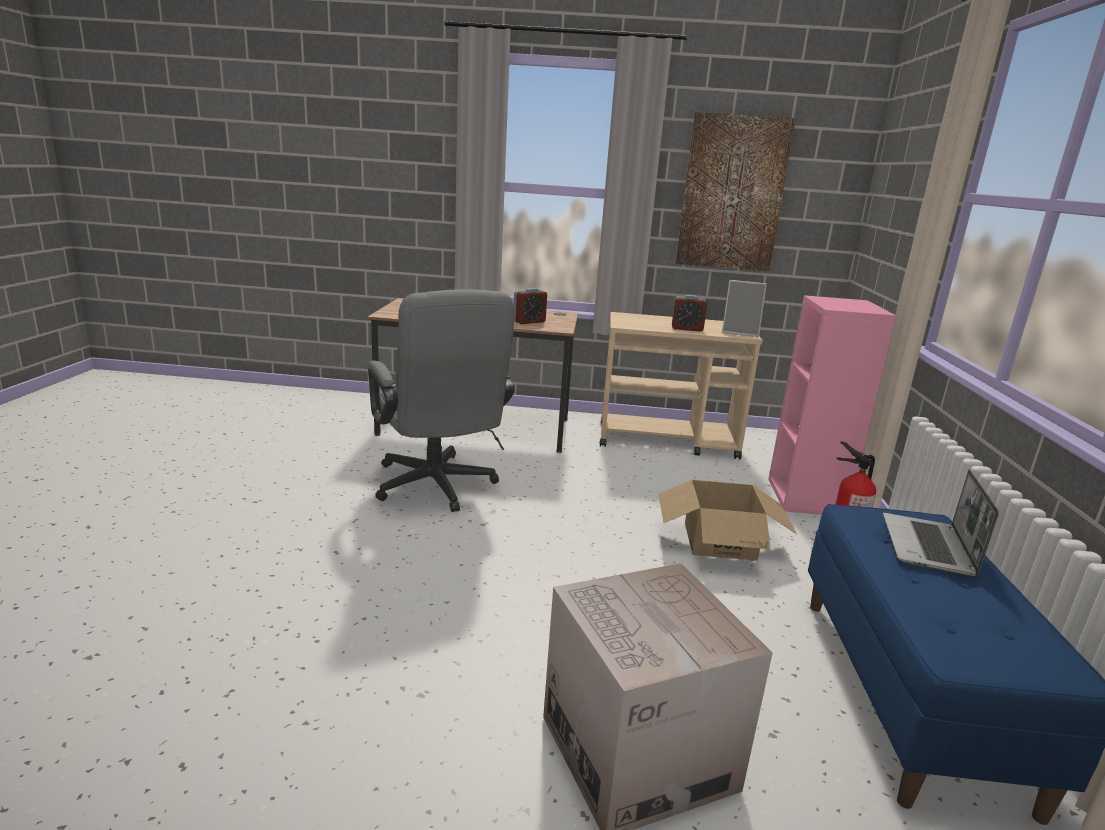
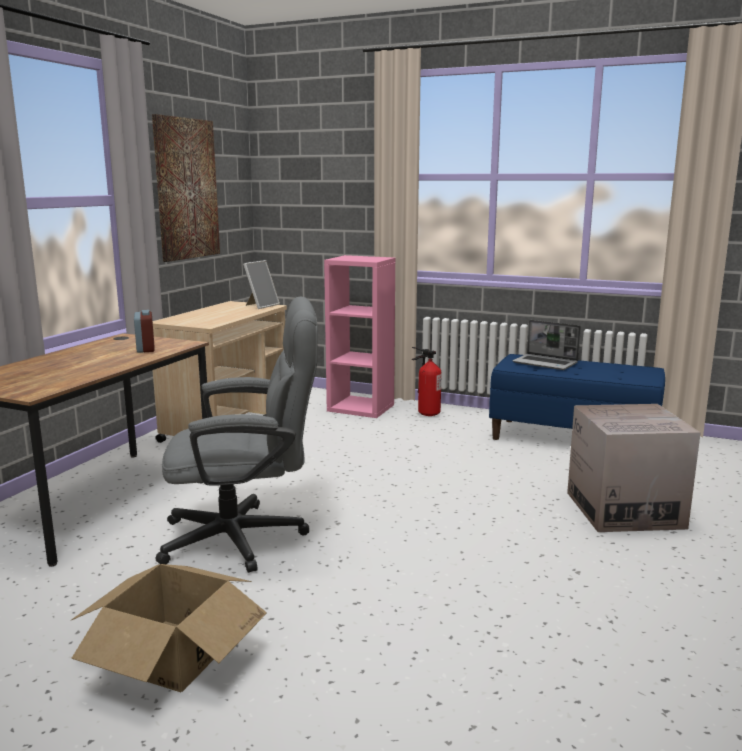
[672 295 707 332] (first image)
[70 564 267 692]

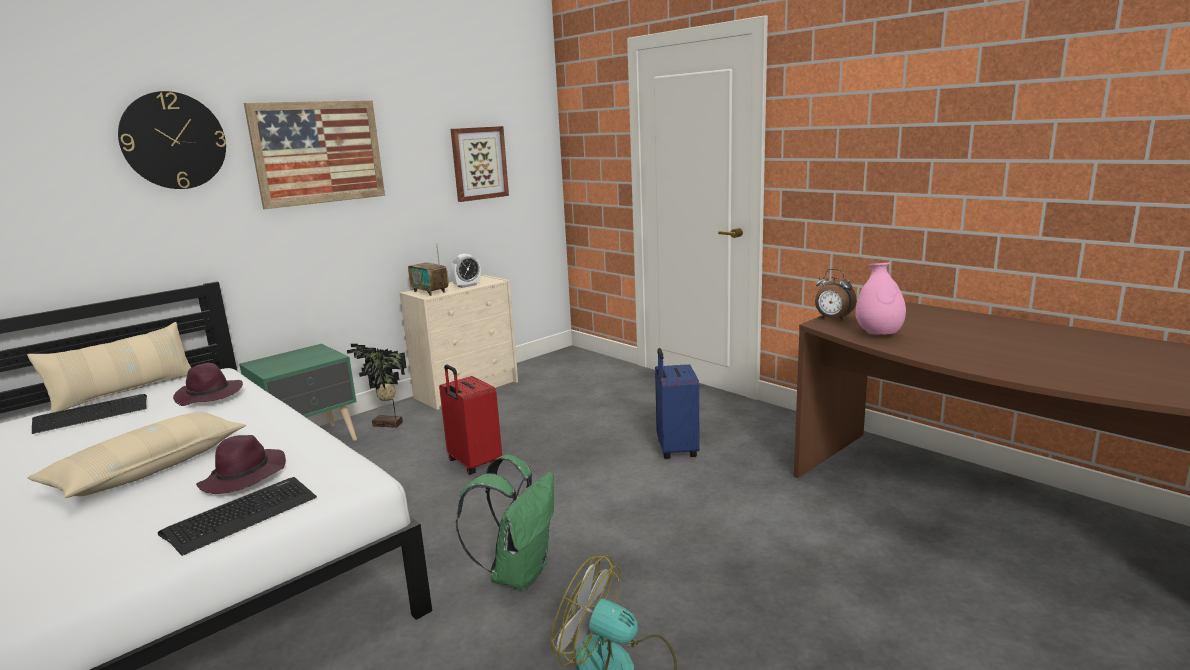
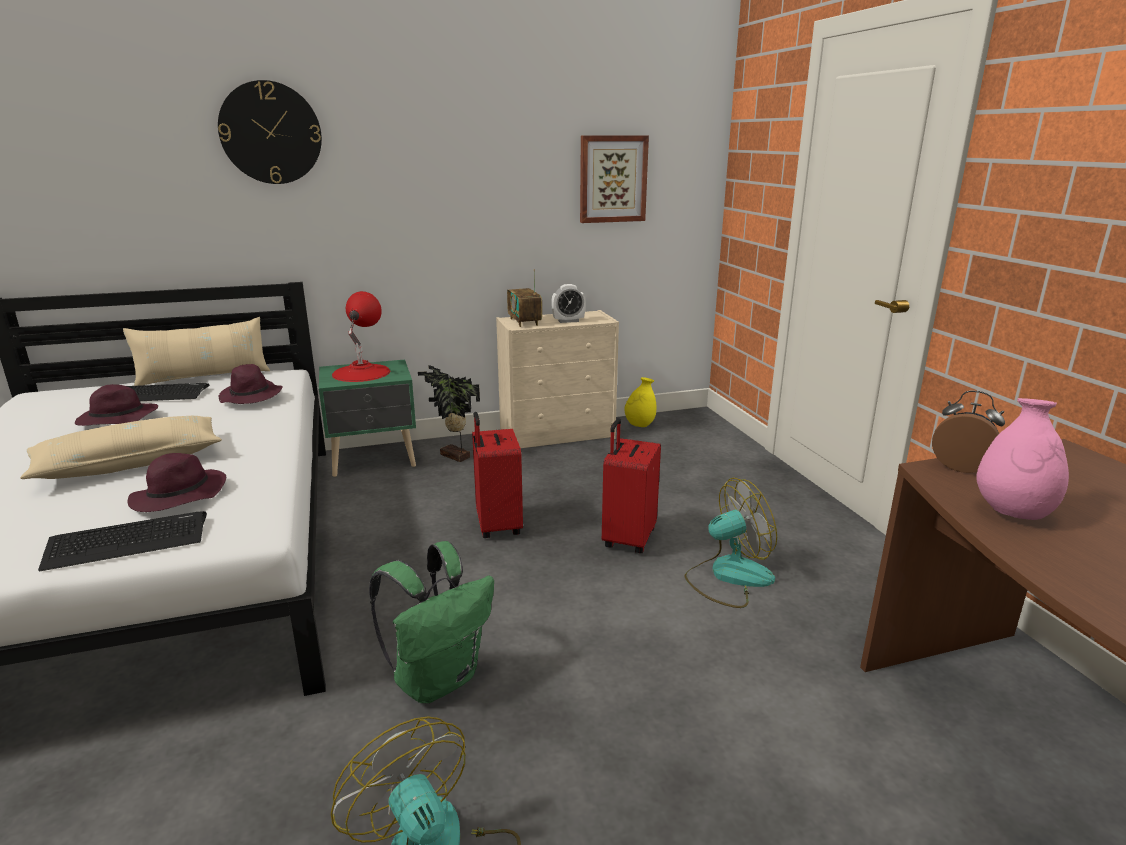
[244 100 385 209] (first image)
[75 384 158 426]
[332 291 390 382]
[602 418 661 553]
[624 377 656 427]
[684 478 777 608]
[932 390 1005 473]

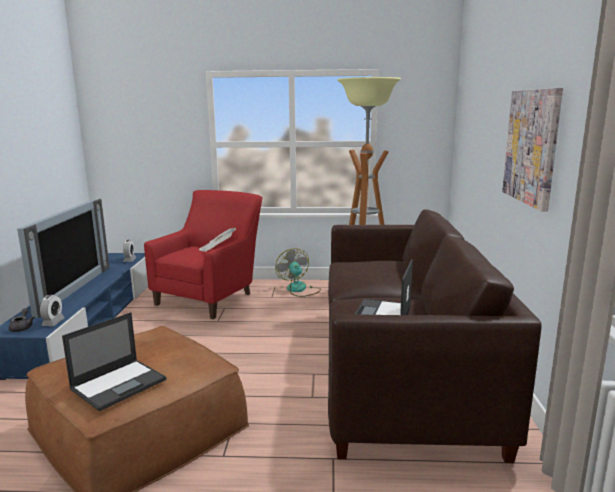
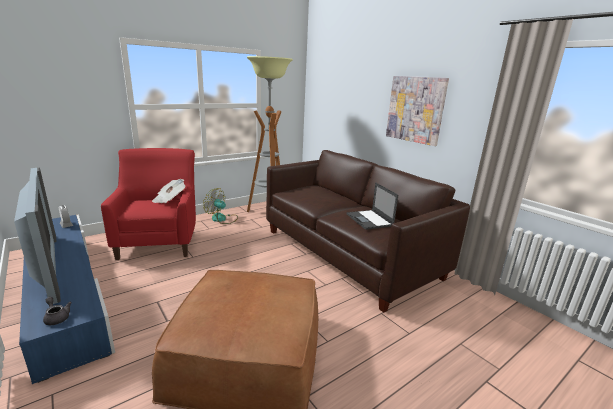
[40 294 65 326] (first image)
[62 312 166 411] (first image)

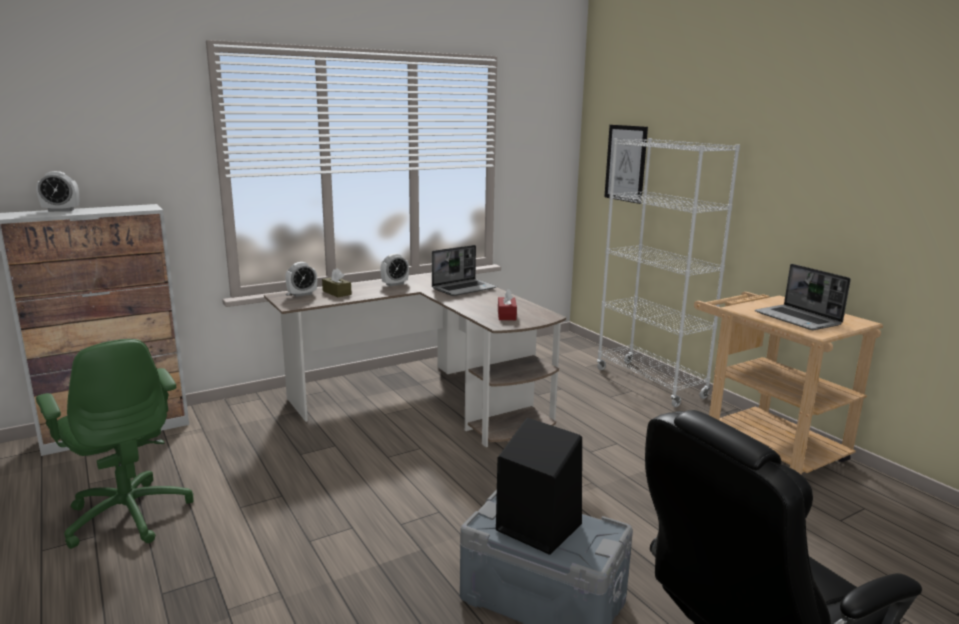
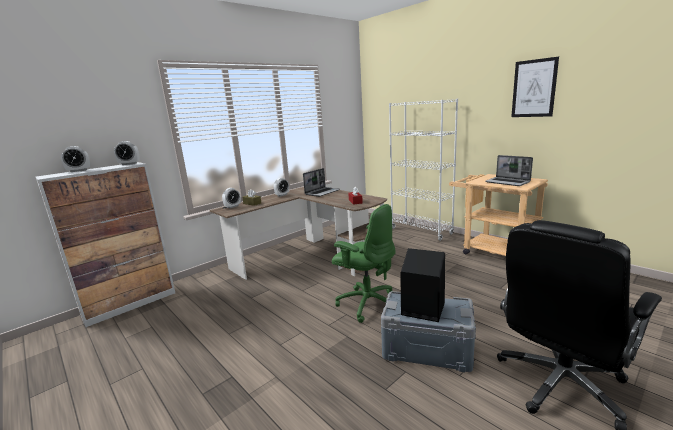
[114 141 140 165]
[332 204 396 323]
[511 57 559 117]

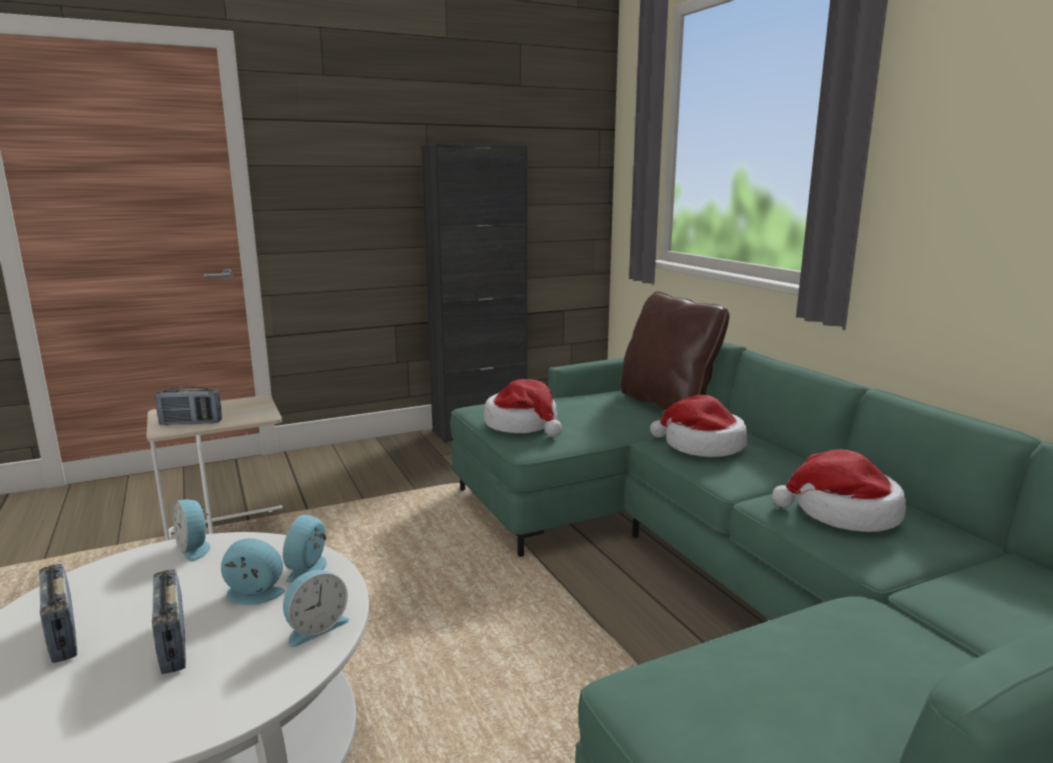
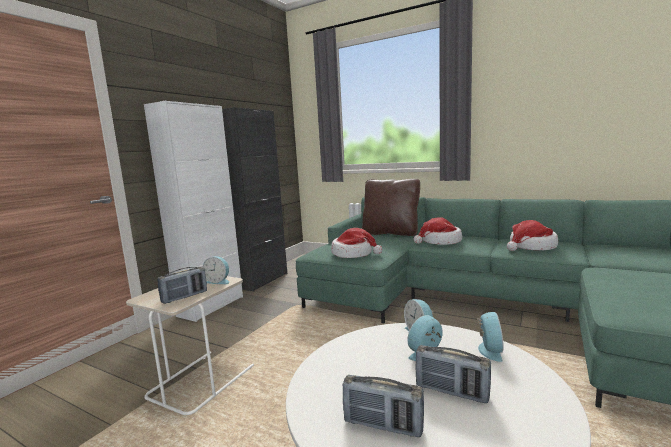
[144 101 243 322]
[203 256 229 284]

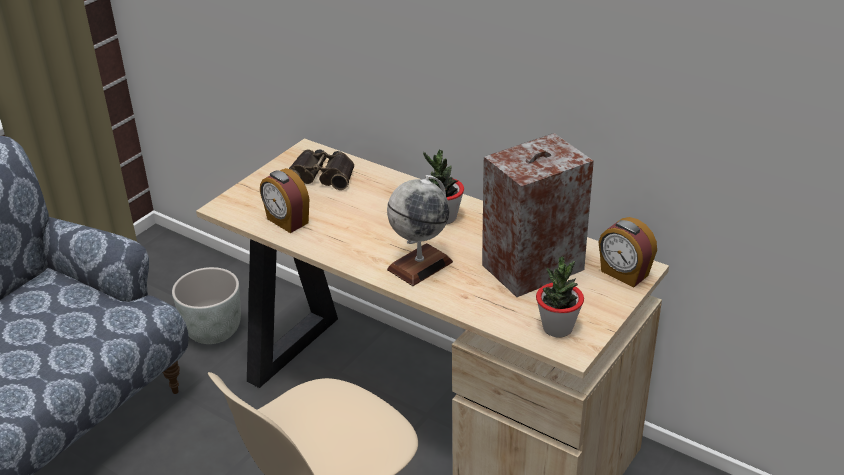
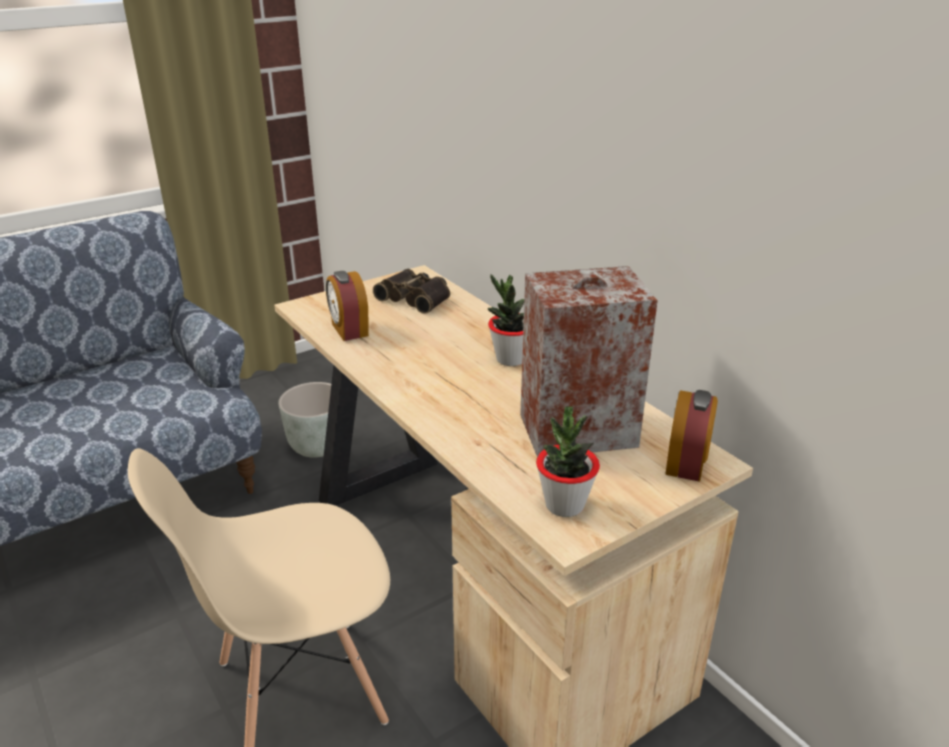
[387 175 453 286] (first image)
[665 390 718 482]

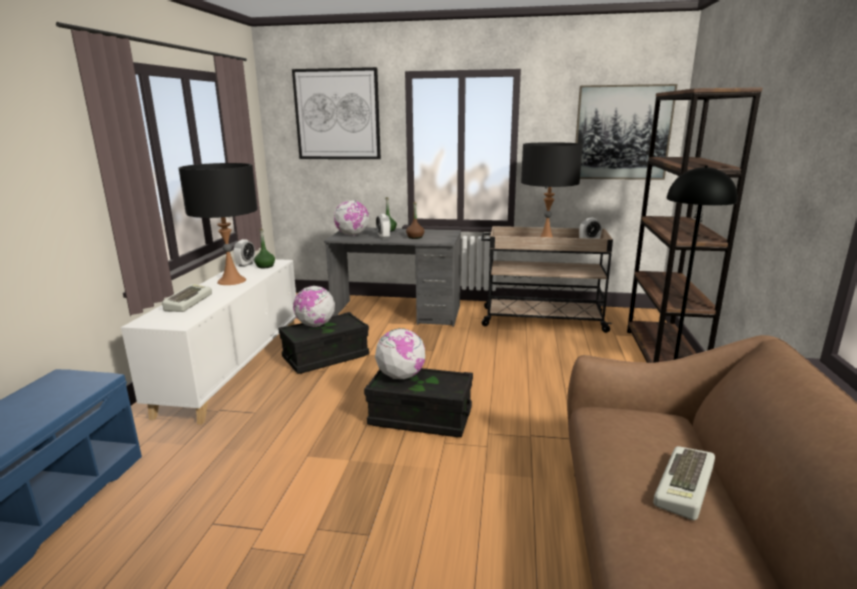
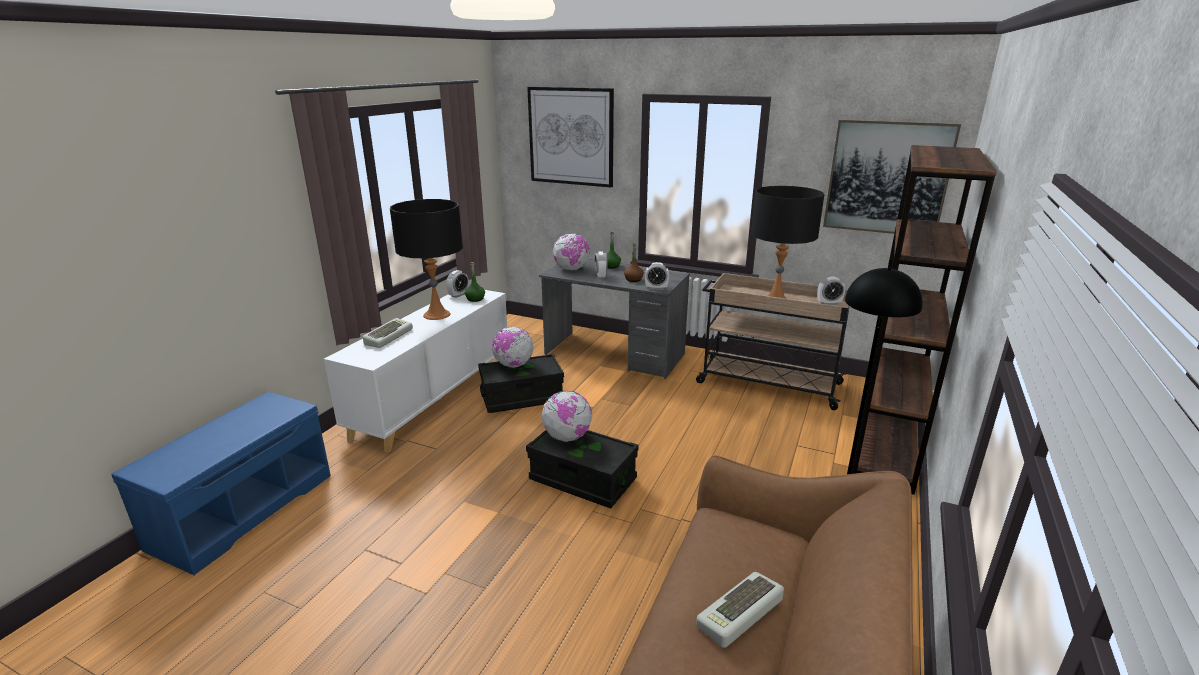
[645 262 669 290]

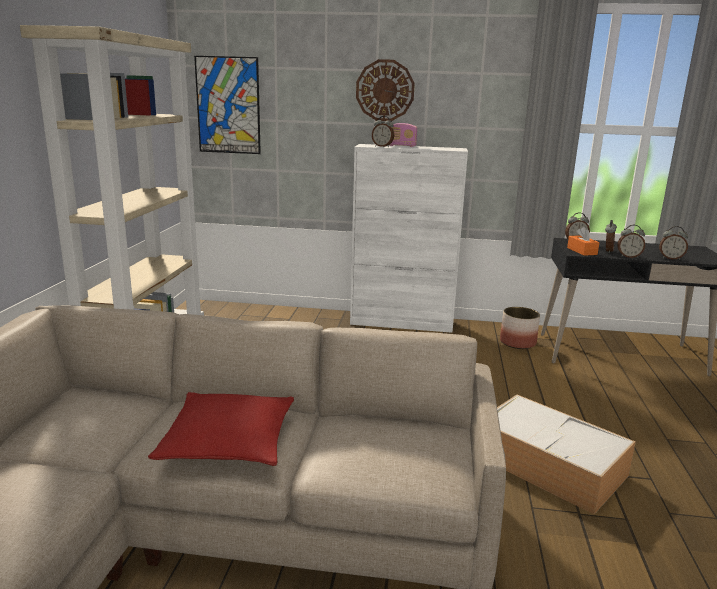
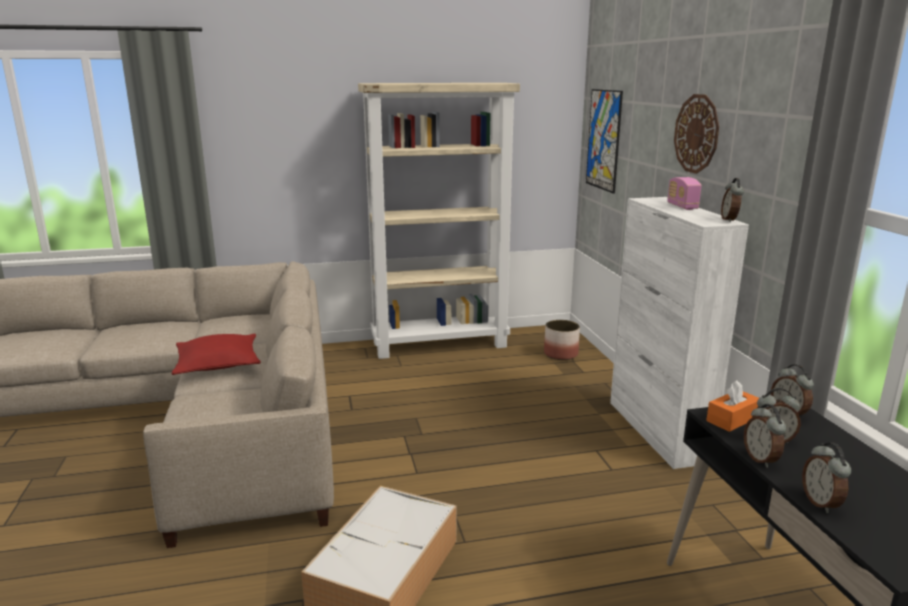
[721 178 744 222]
[544 320 580 360]

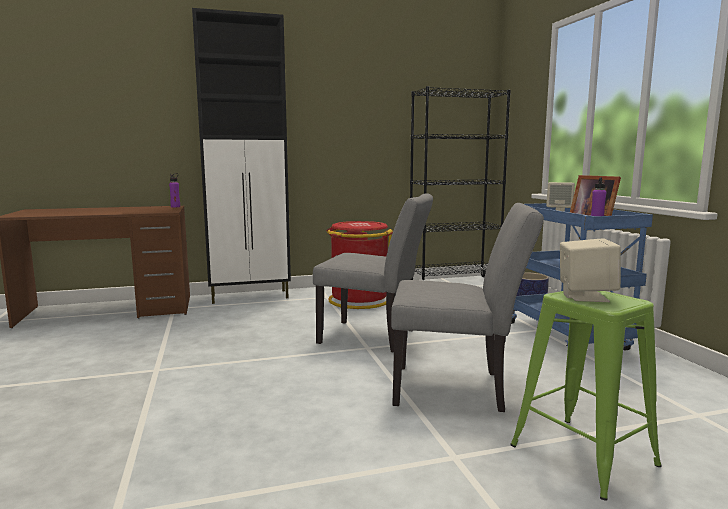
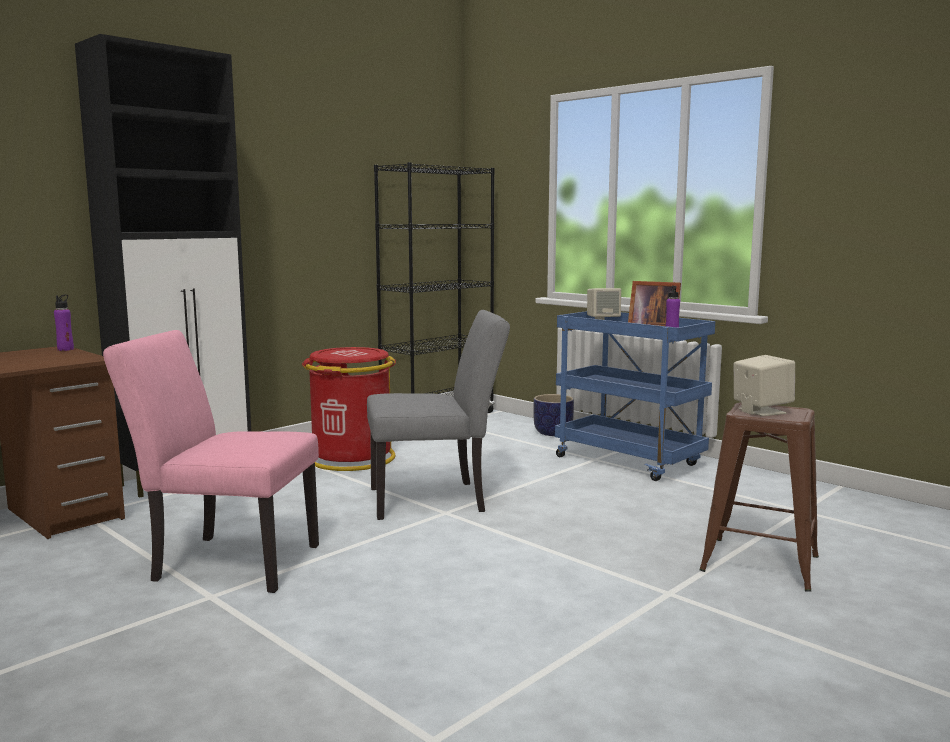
[391 203 544 412] (first image)
[103 330 319 593]
[699 402 819 592]

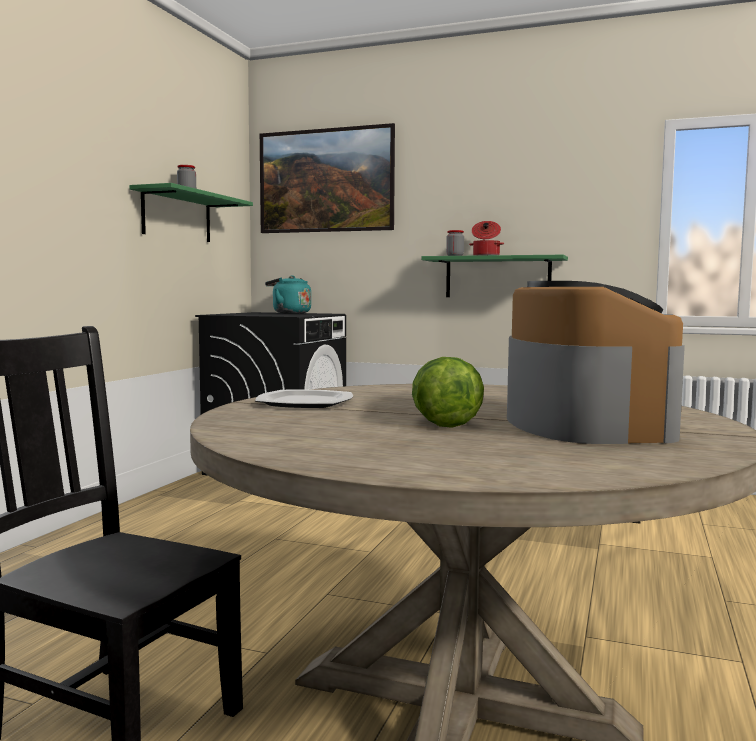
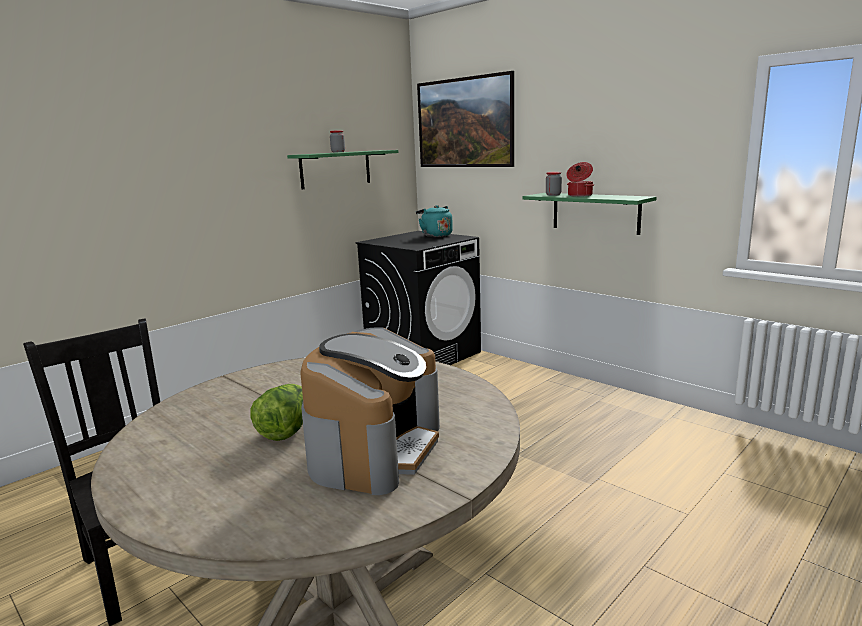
[255 390 353 408] (first image)

